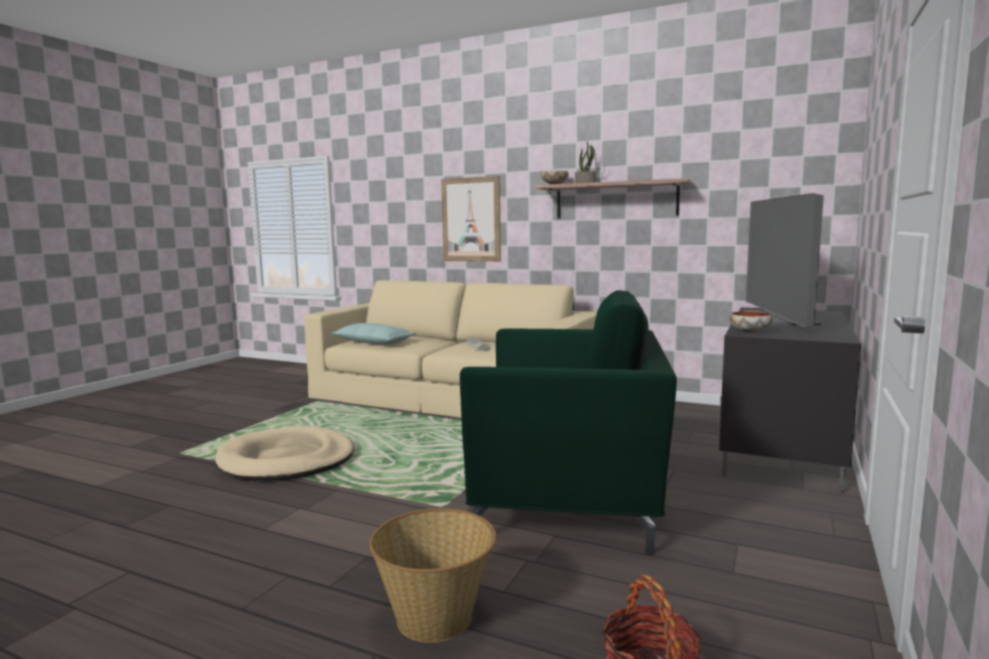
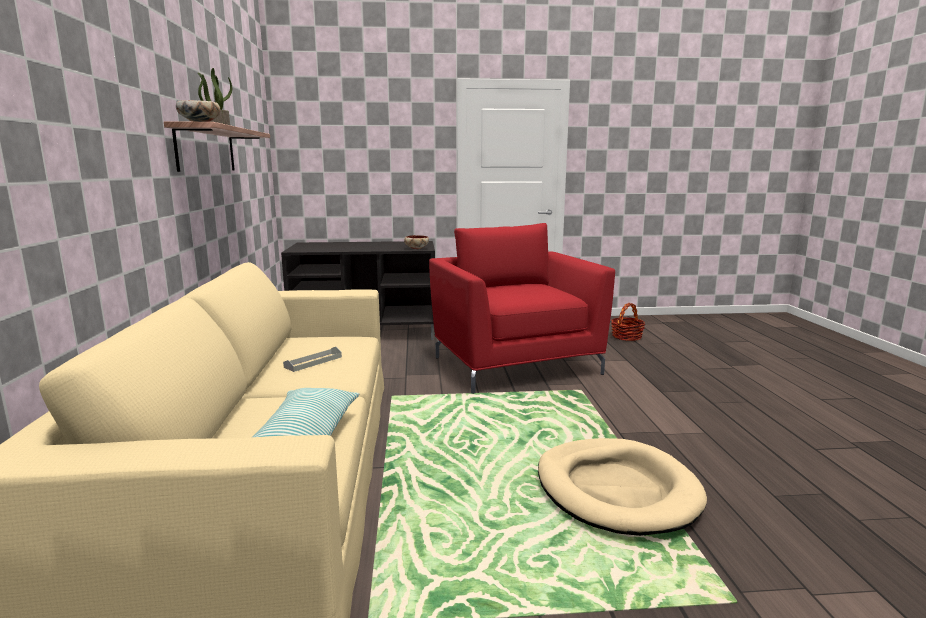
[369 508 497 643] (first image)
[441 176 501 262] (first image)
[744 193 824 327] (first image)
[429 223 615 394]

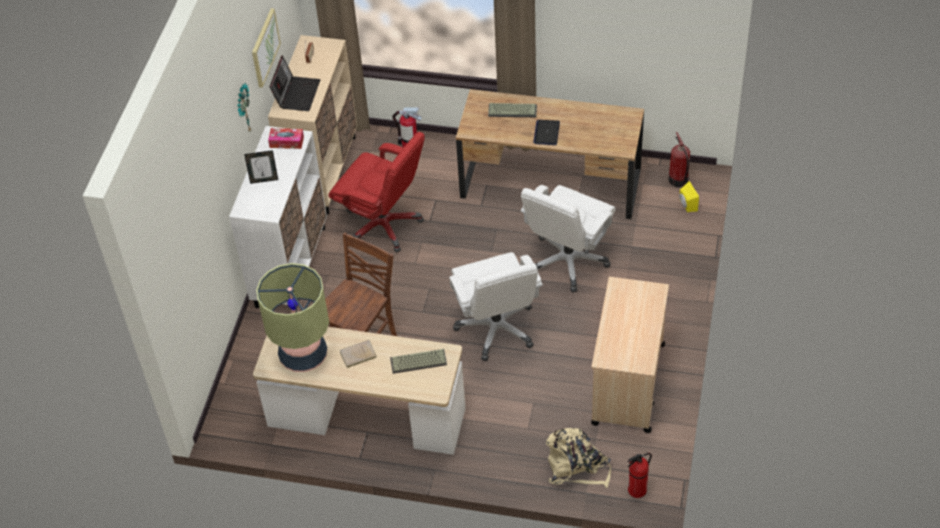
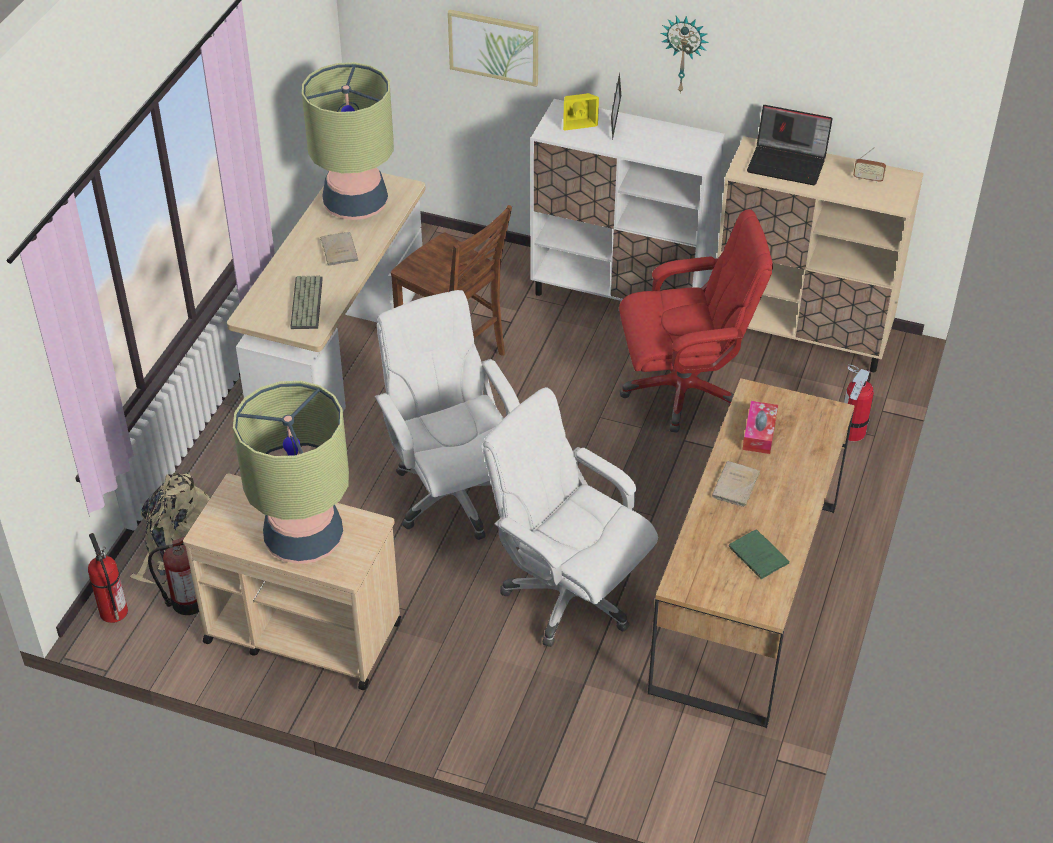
[488 103 537 117] (first image)
[233 381 349 564]
[727 529 789 579]
[448 9 538 87]
[743 401 778 454]
[148 537 199 615]
[563 93 599 130]
[712 461 760 508]
[619 209 773 433]
[375 290 520 540]

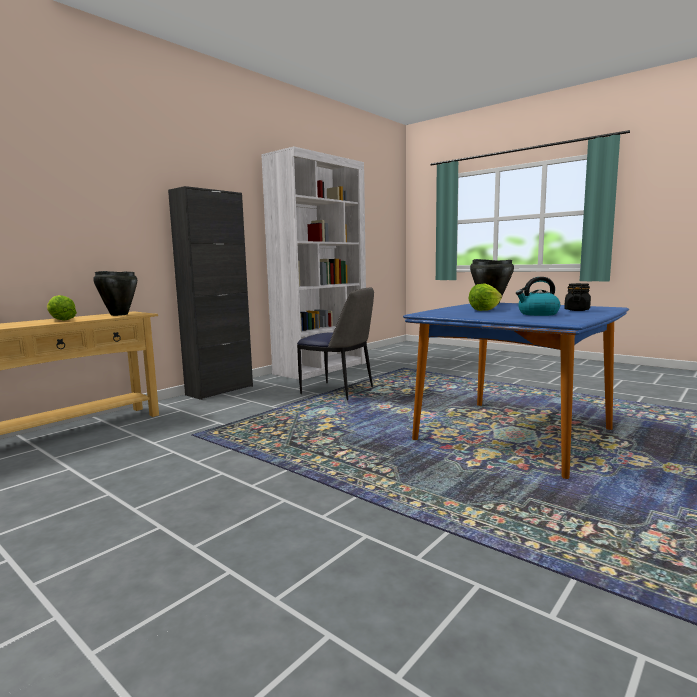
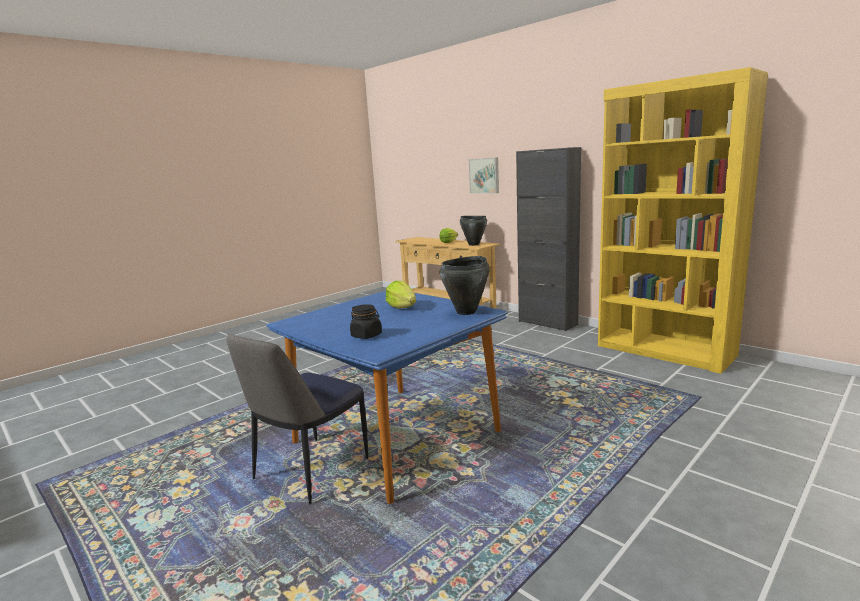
[516 277 560 316] (first image)
[469 158 499 193]
[227 334 368 504]
[598 67 768 374]

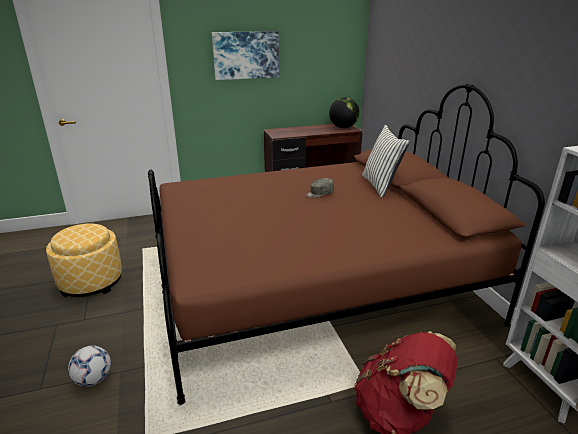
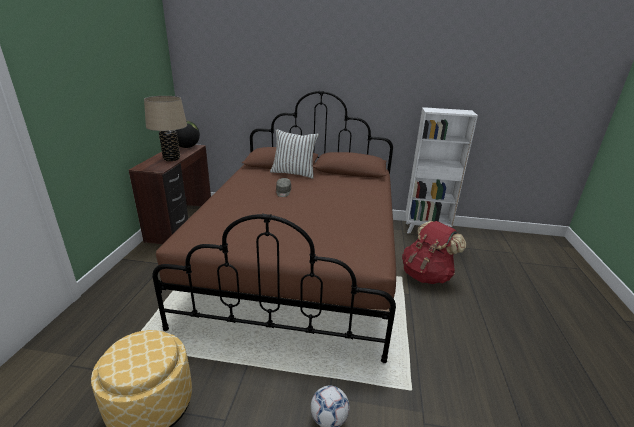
[212 31 279 80] (first image)
[144 96 187 161]

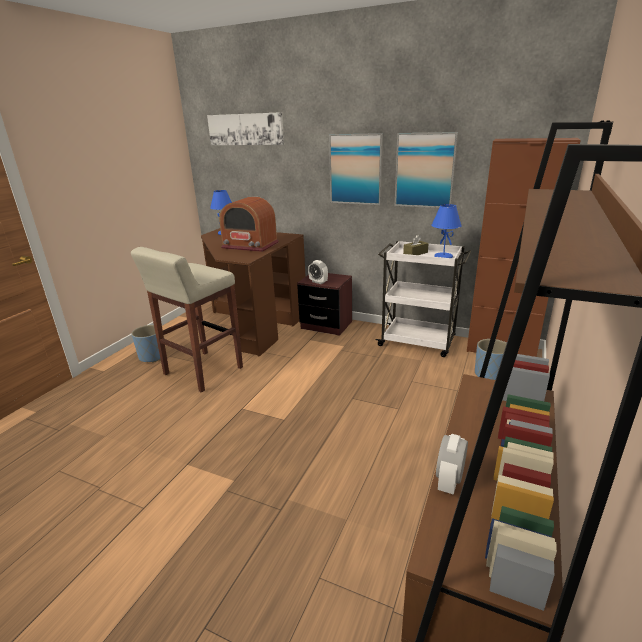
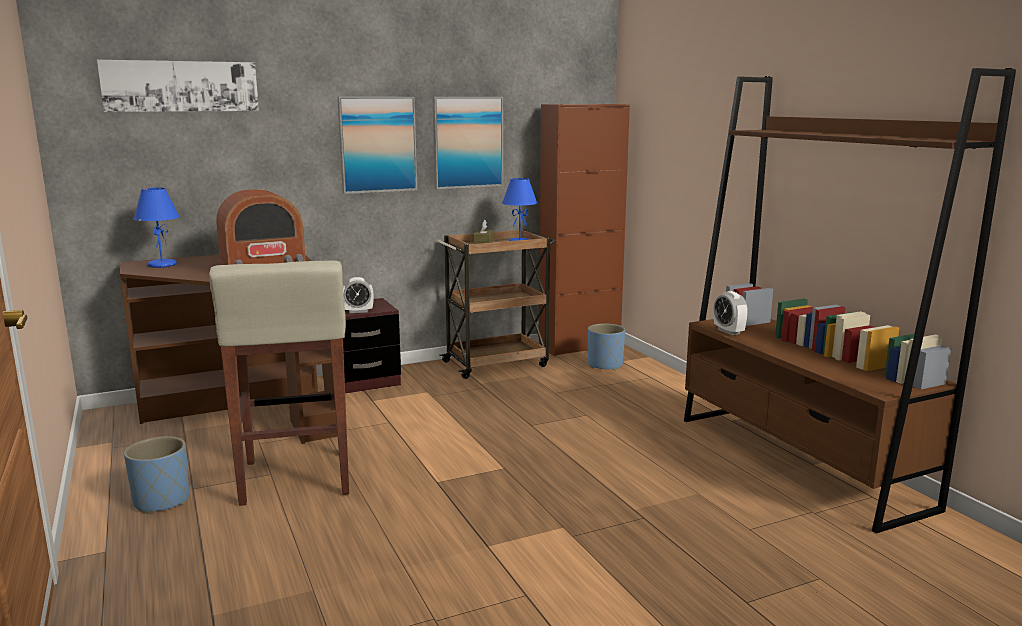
[714 291 748 335]
[437 230 556 379]

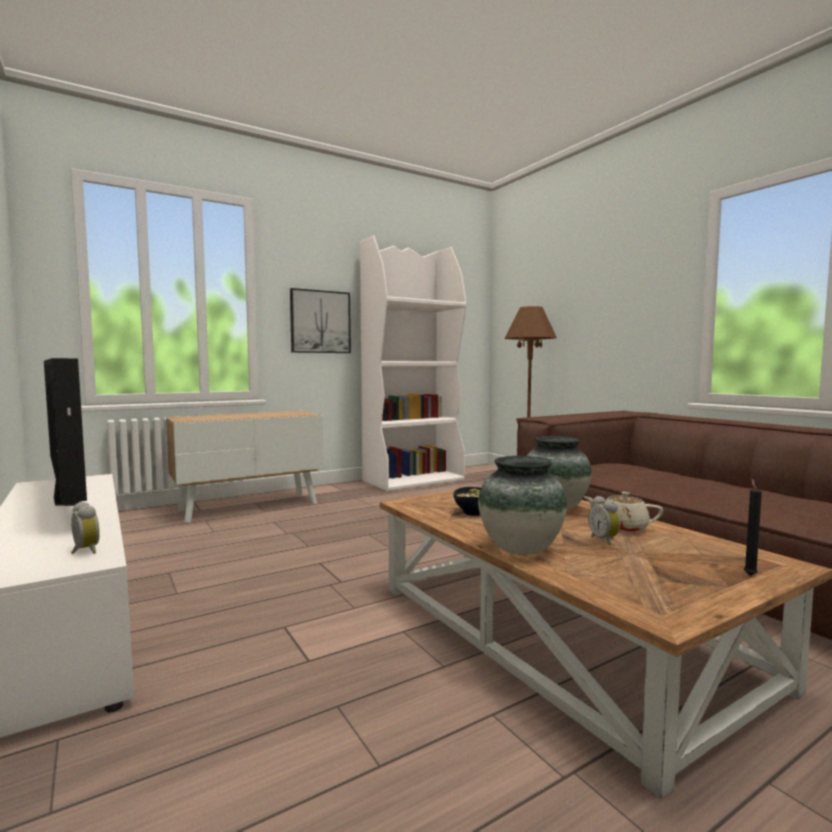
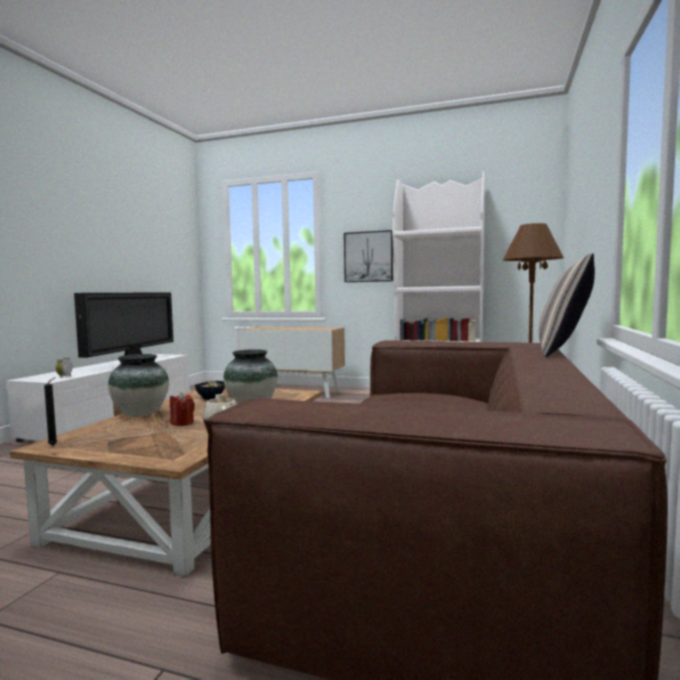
[539 253 595 357]
[44 377 58 446]
[170 392 195 426]

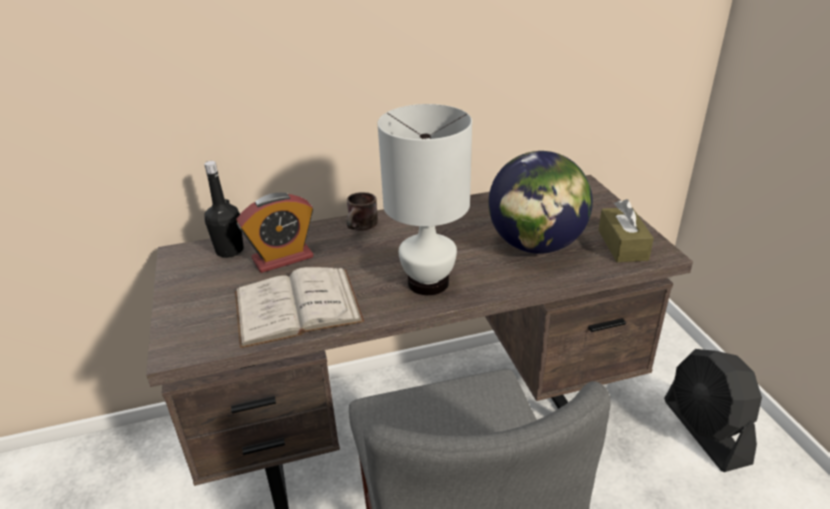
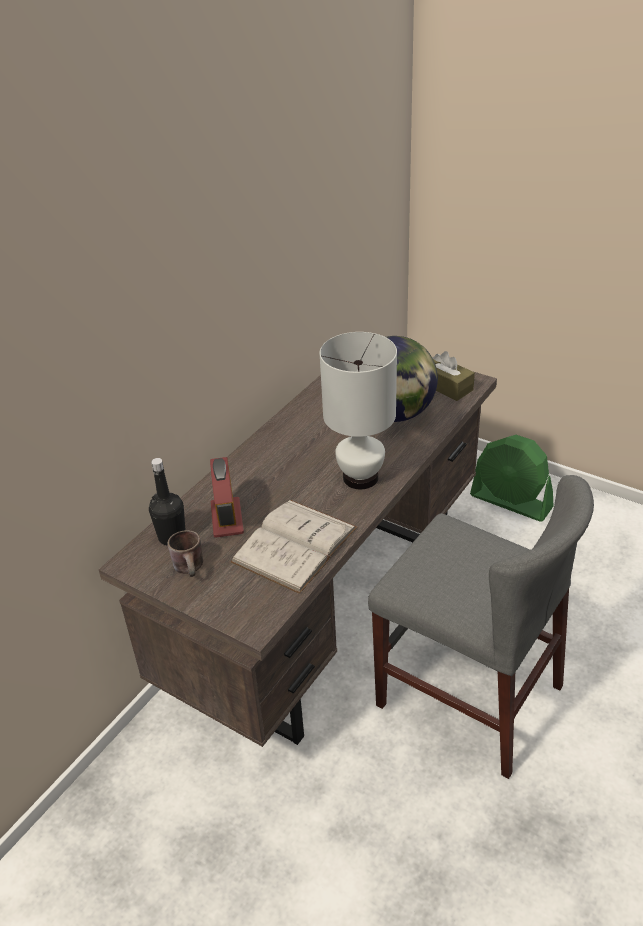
[167 530 203 577]
[470 435 553 522]
[210 457 244 538]

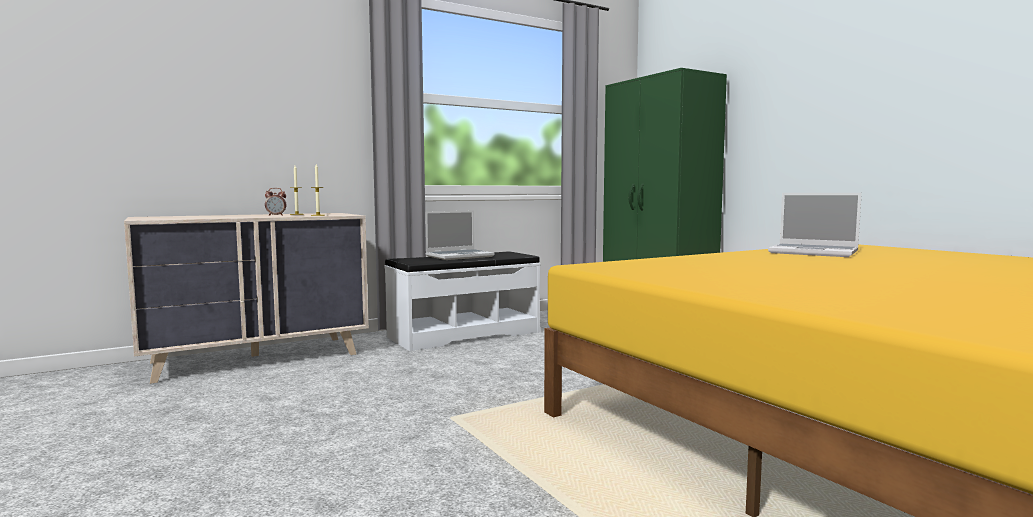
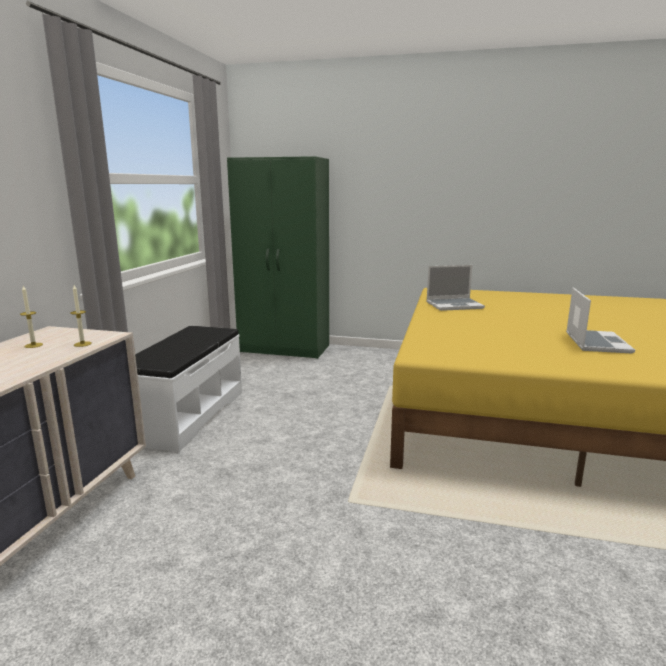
[265 188 286 216] (first image)
[566 288 635 353]

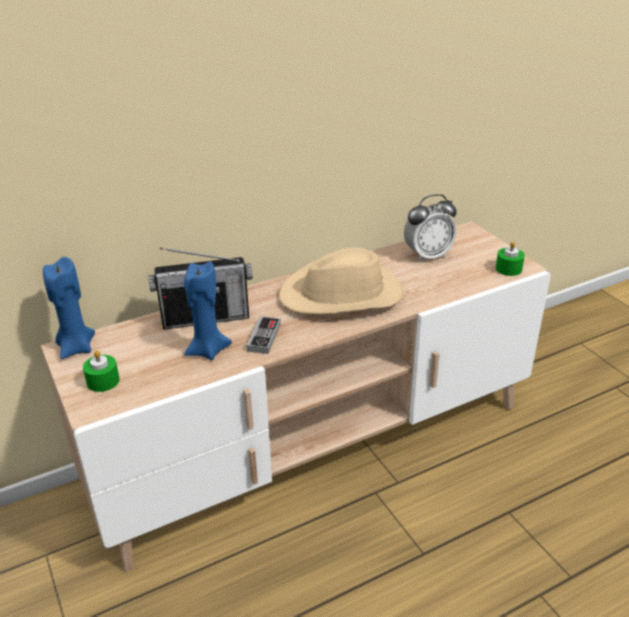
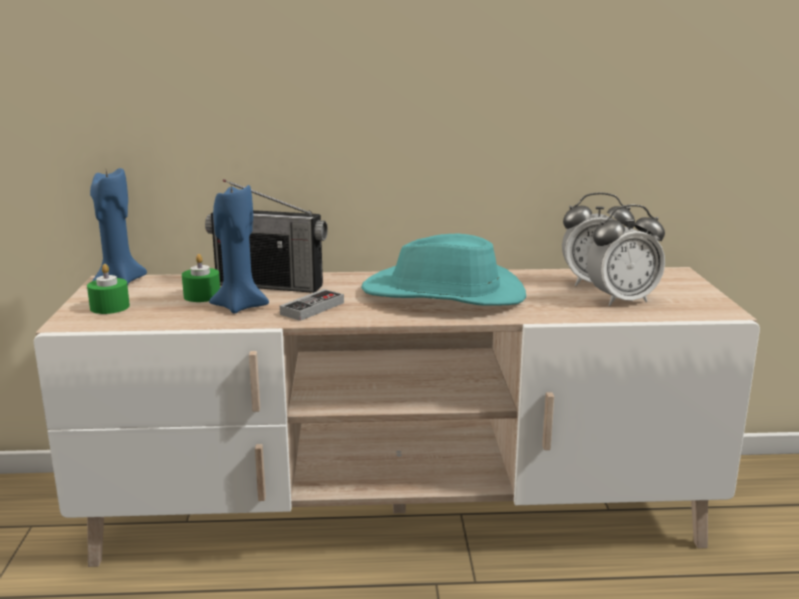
[587 204 665 306]
[182 254 220 302]
[361 234 526 306]

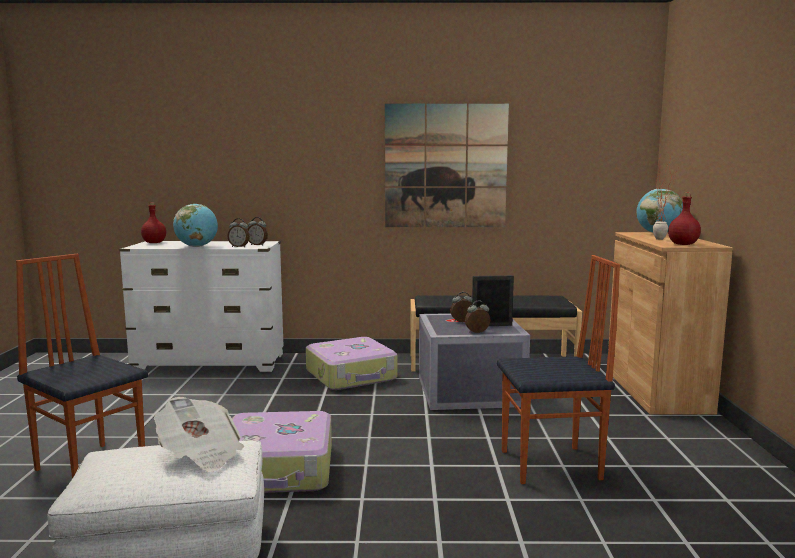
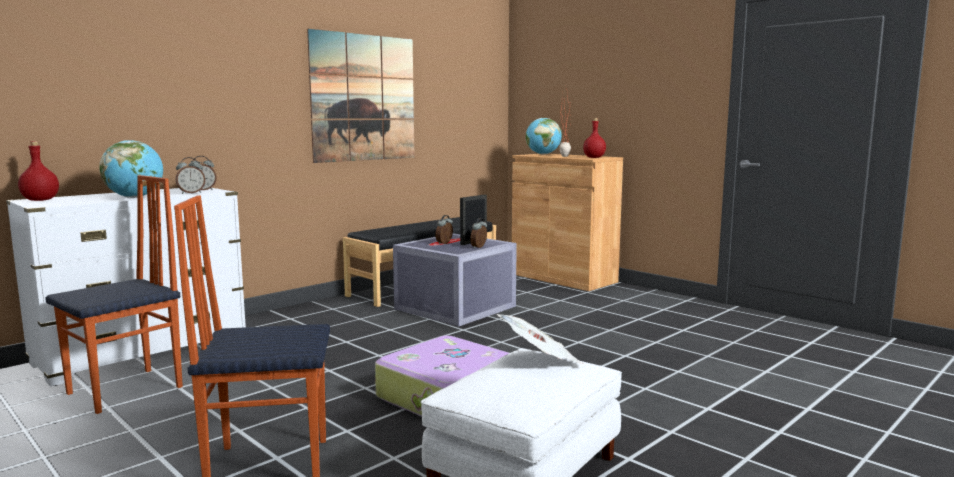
[306 337 398 390] (first image)
[45 175 183 414]

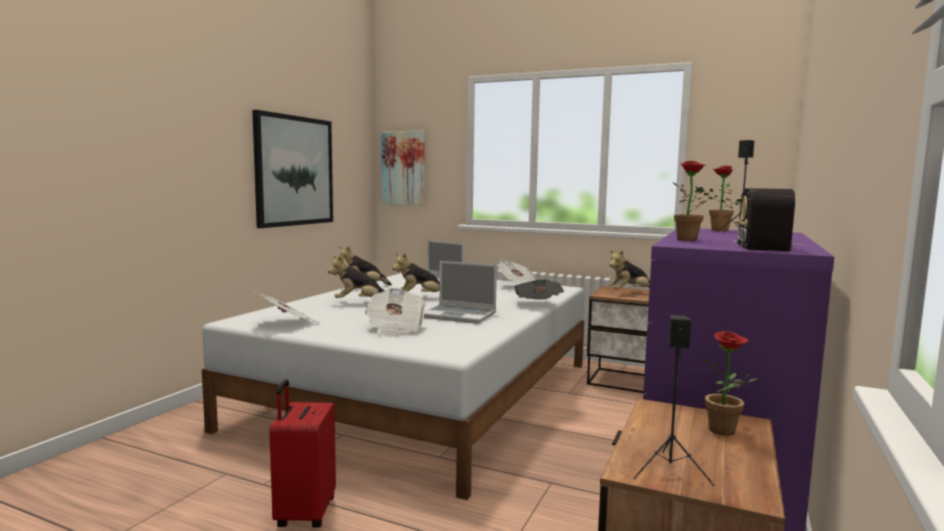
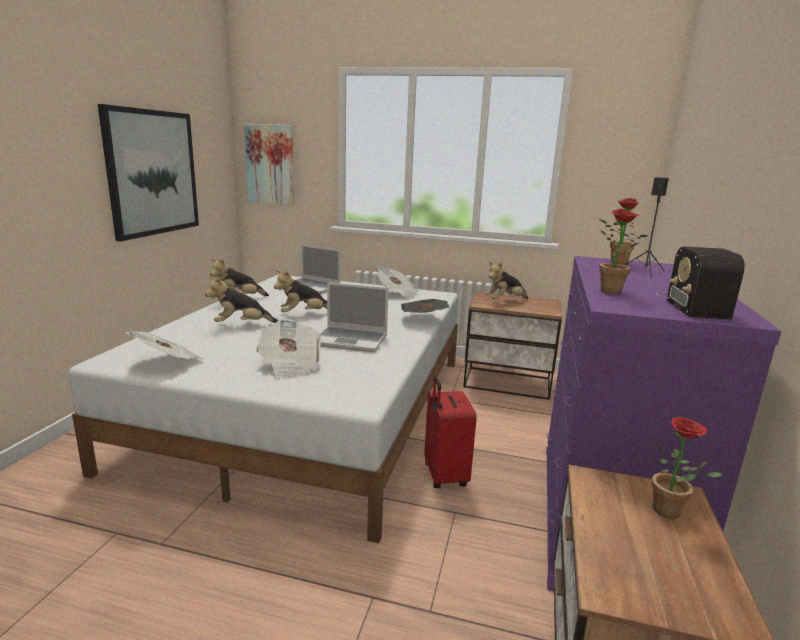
[634 315 715 486] (first image)
[424 376 477 488]

